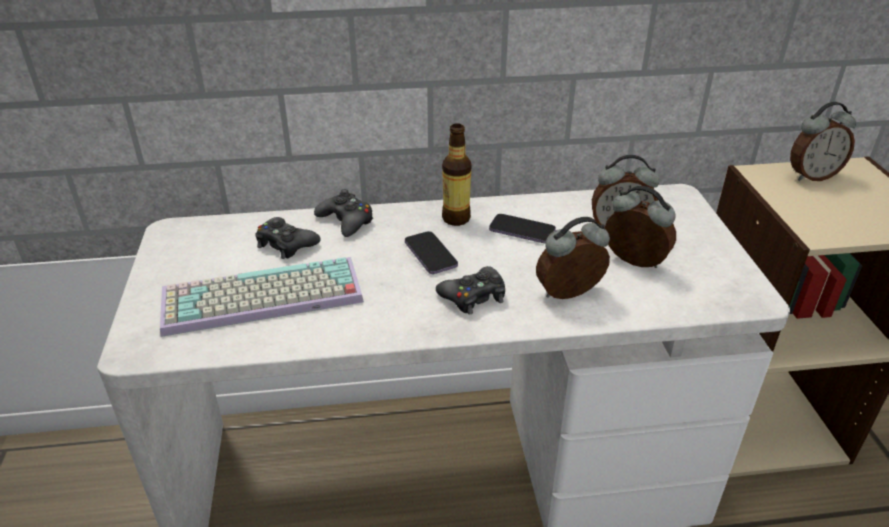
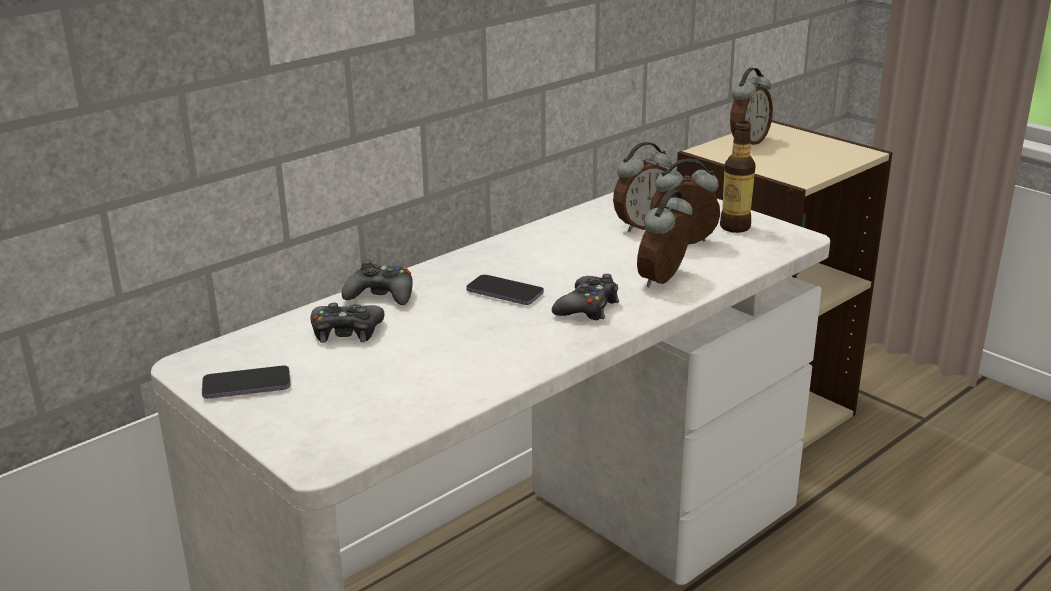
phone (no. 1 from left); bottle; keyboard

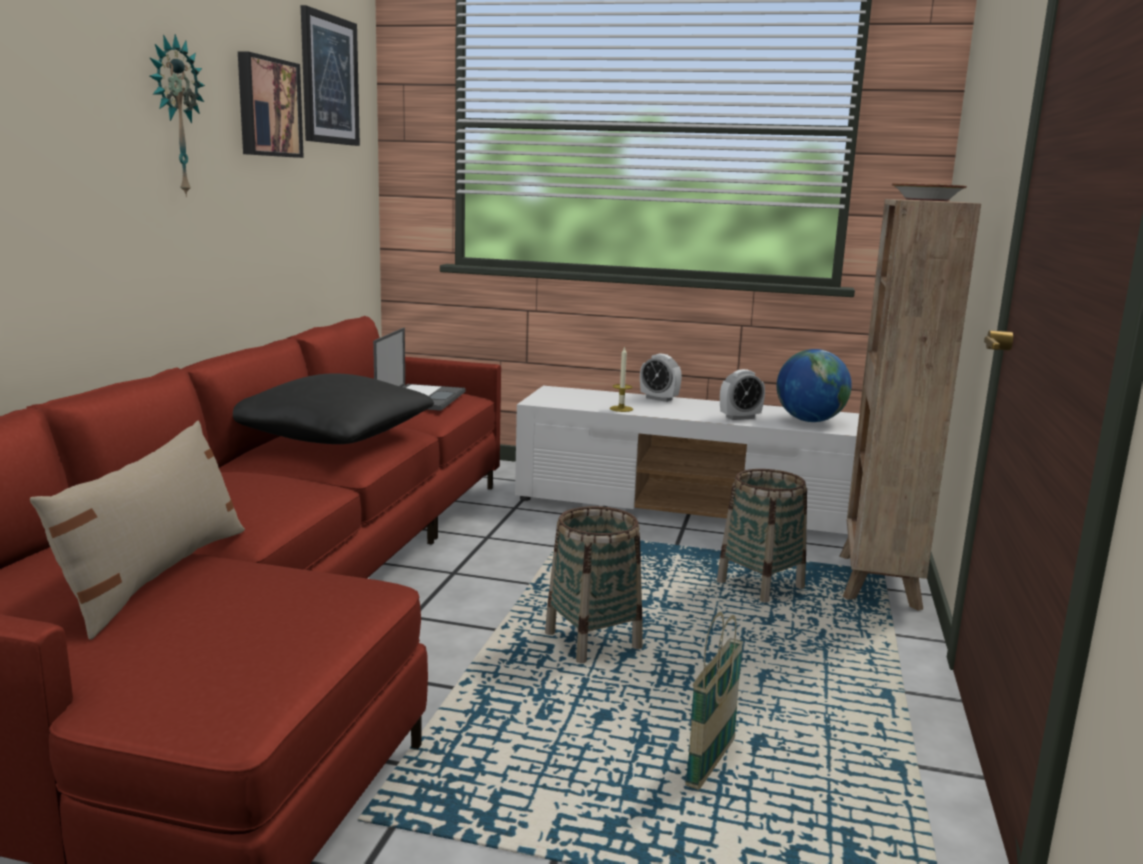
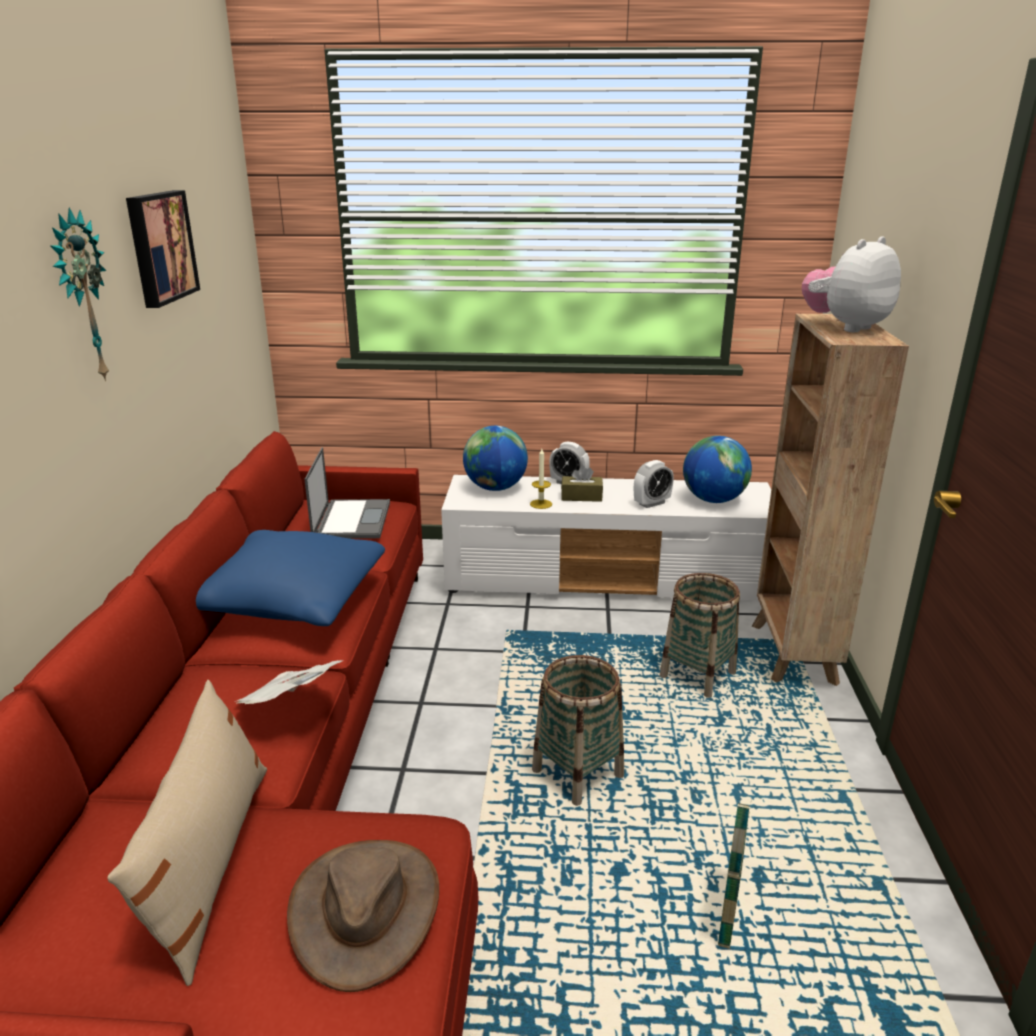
pillow (blue); newspaper; hat (brown); globe (no. 1 from left); tissue box (brown); plush toy; picture (no. 2 from left in the first image)

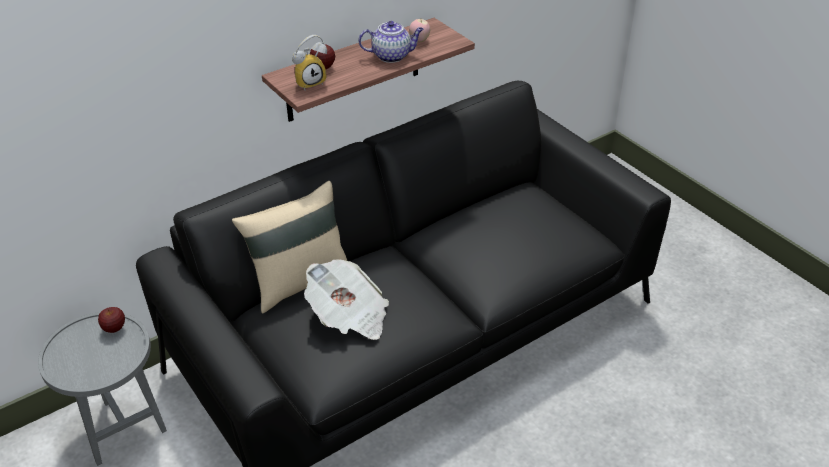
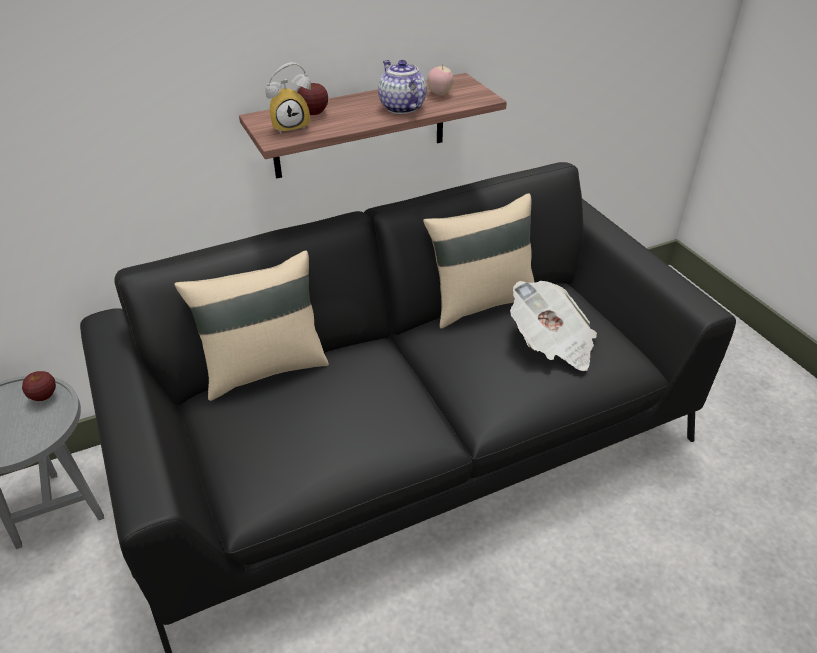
teapot; pillow (beige) (no. 2 from left); newspaper

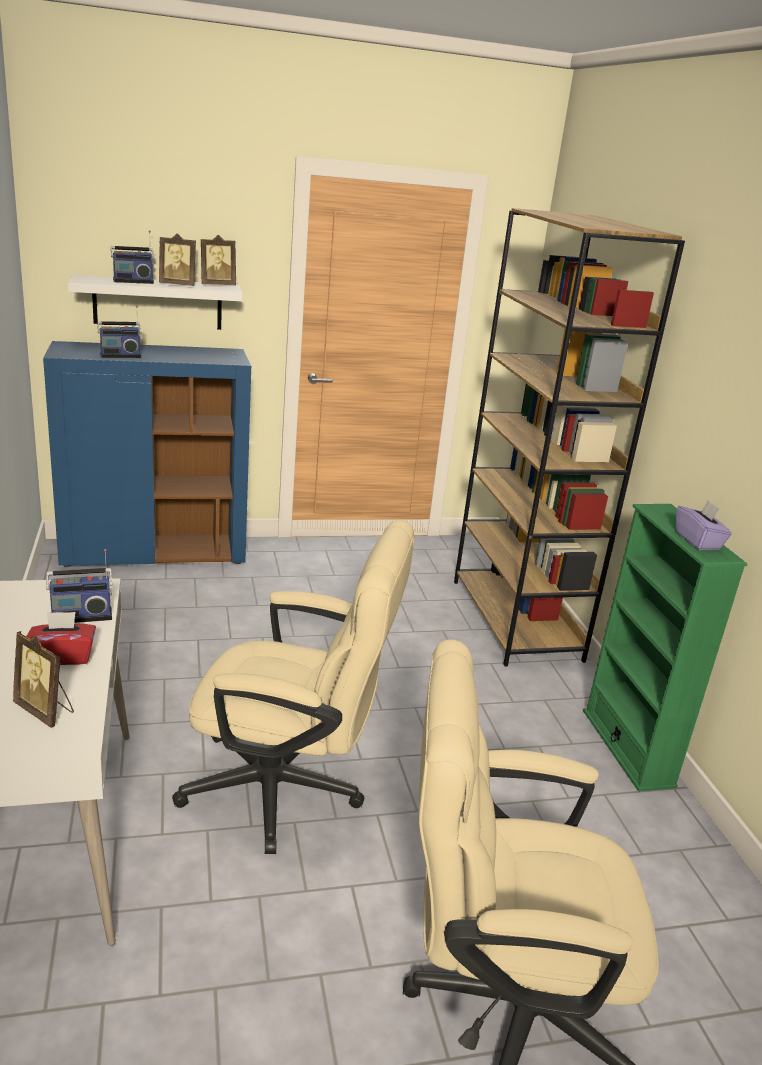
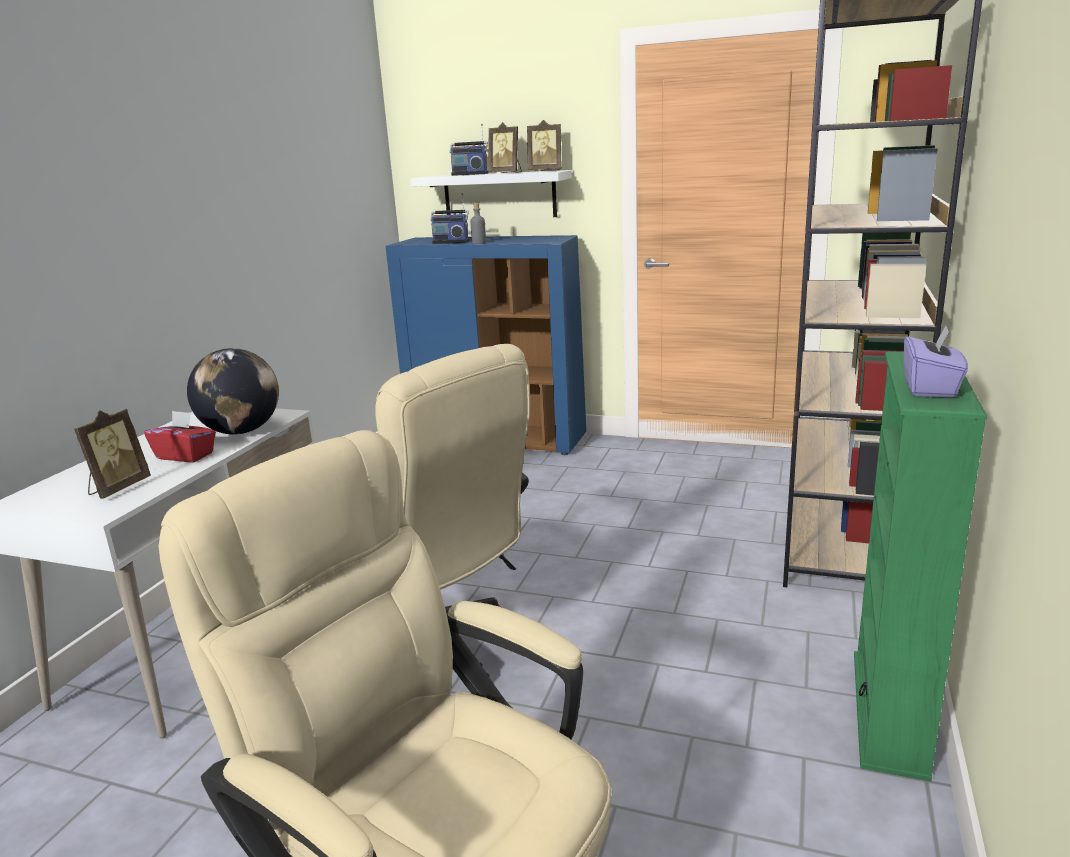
picture frame (no. 1 from left); globe; bottle (grey)

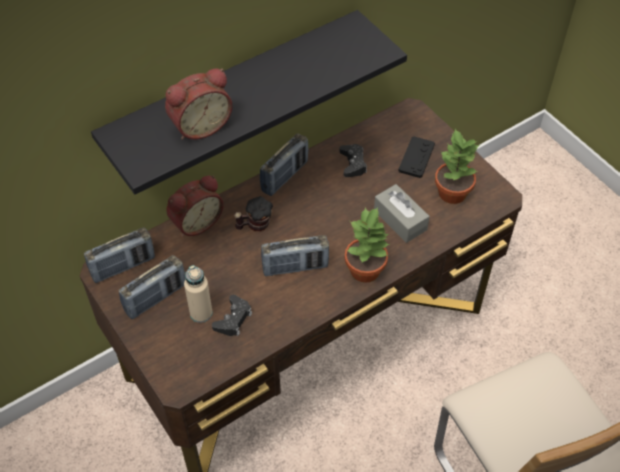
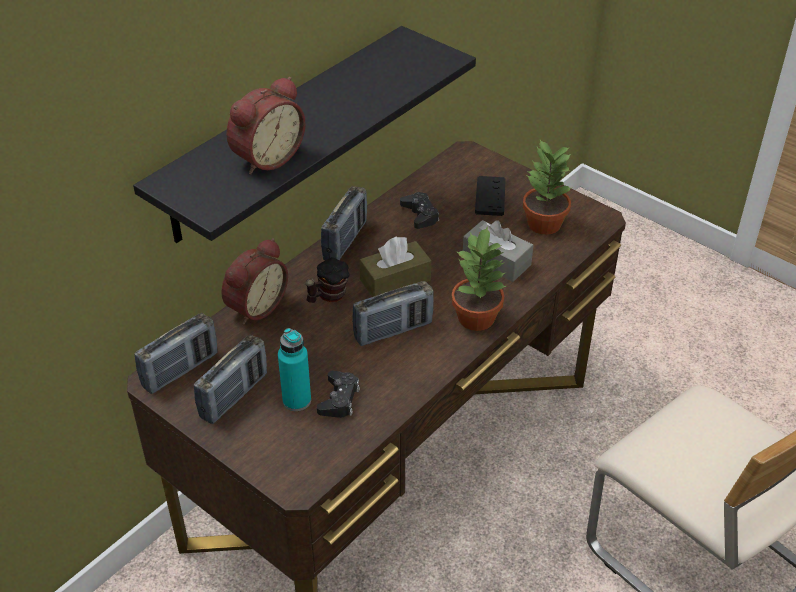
bottle (turquoise); tissue box (brown)

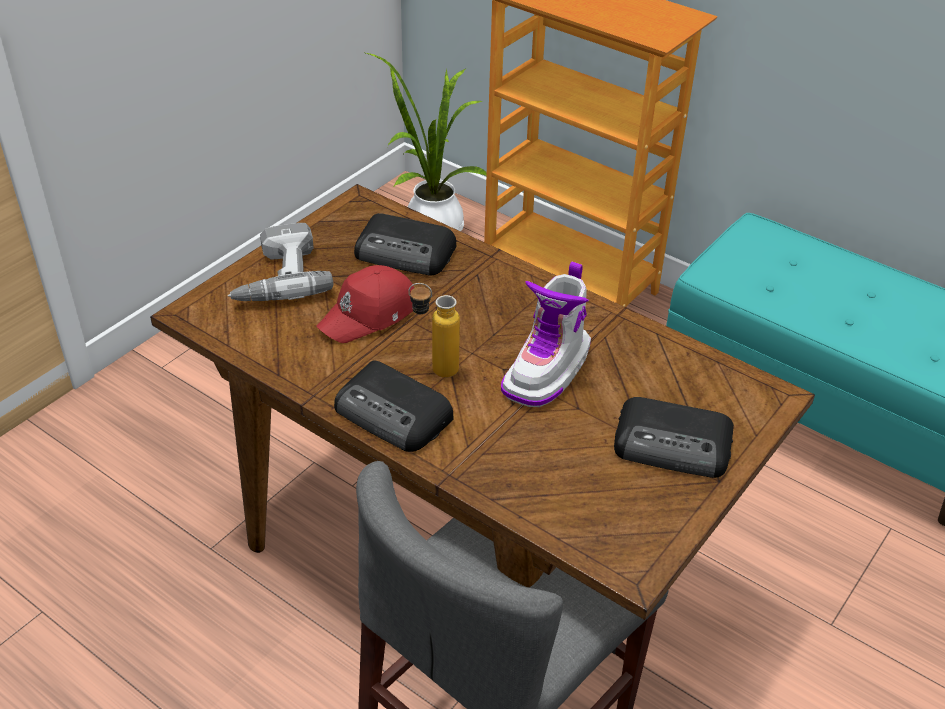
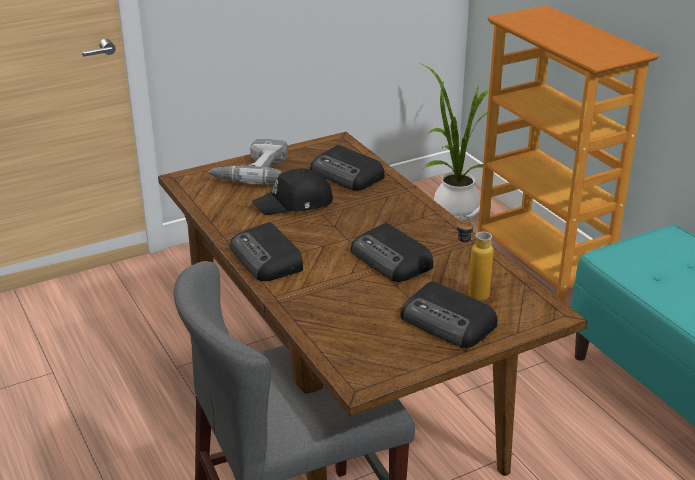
cap (black); radio (no. 3 from left); bottle

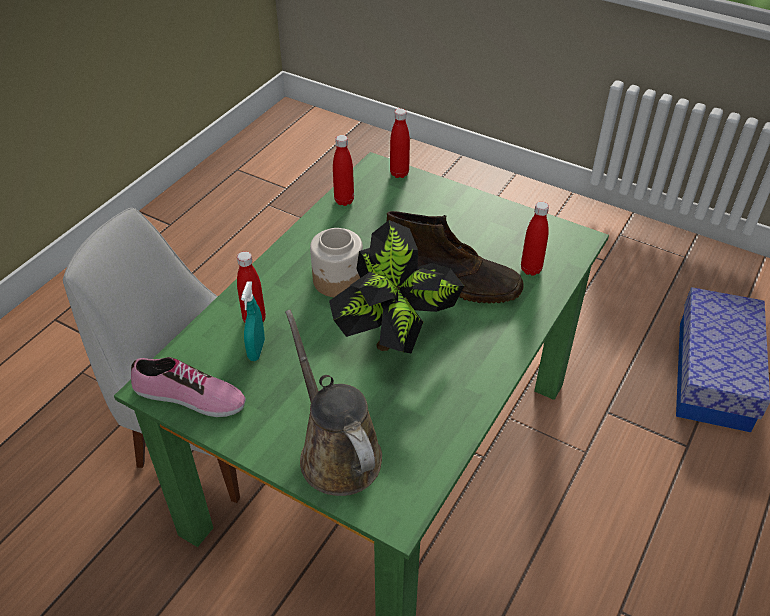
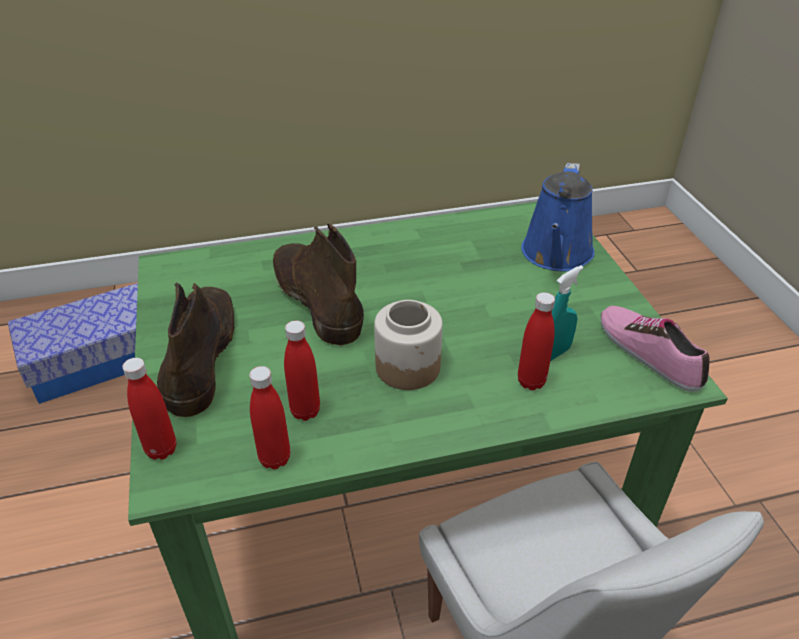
boot (brown) (no. 1 from left); bottle (red) (no. 3 from left); watering can (blue); potted plant

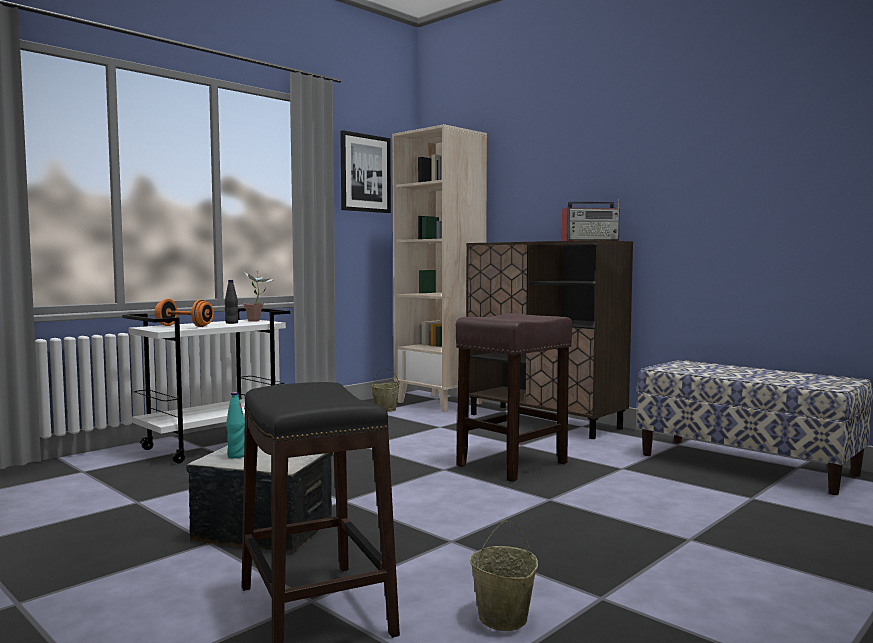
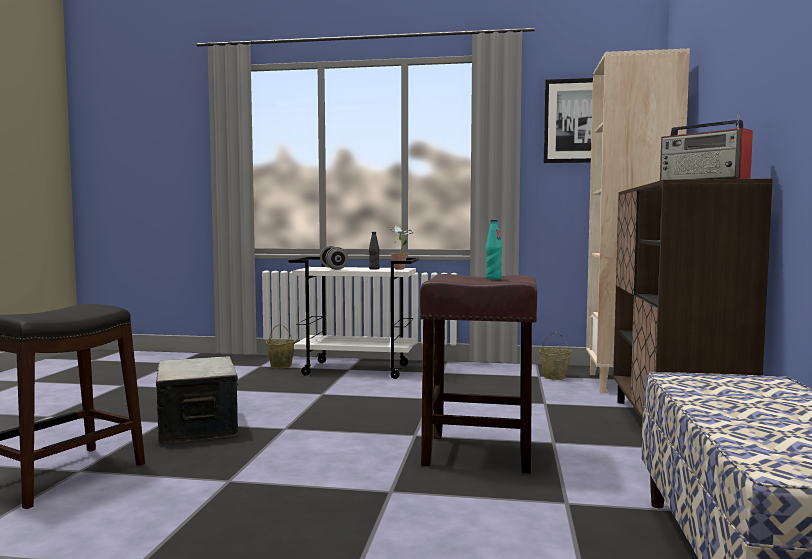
bucket (beige) (no. 1 from left); dumbbell (grey); bottle (turquoise)

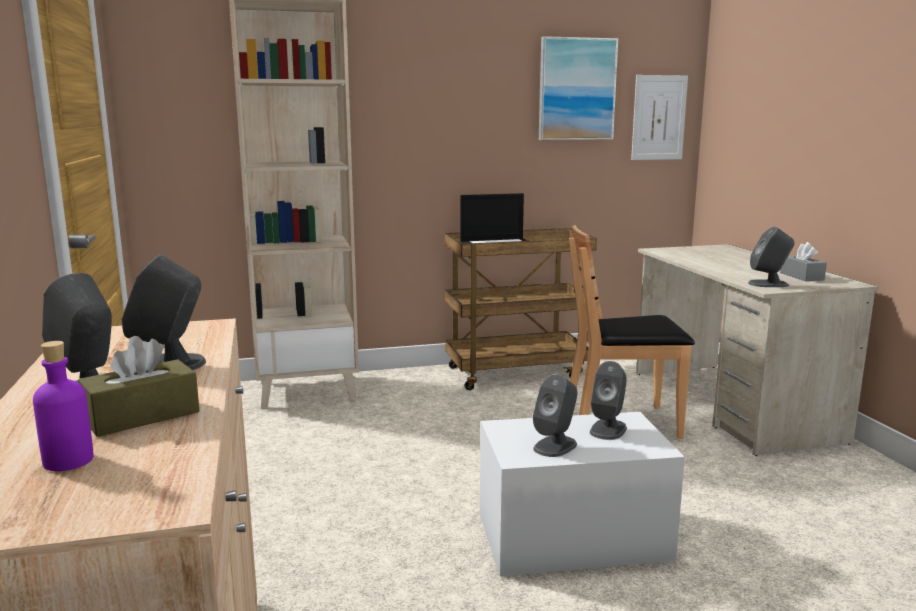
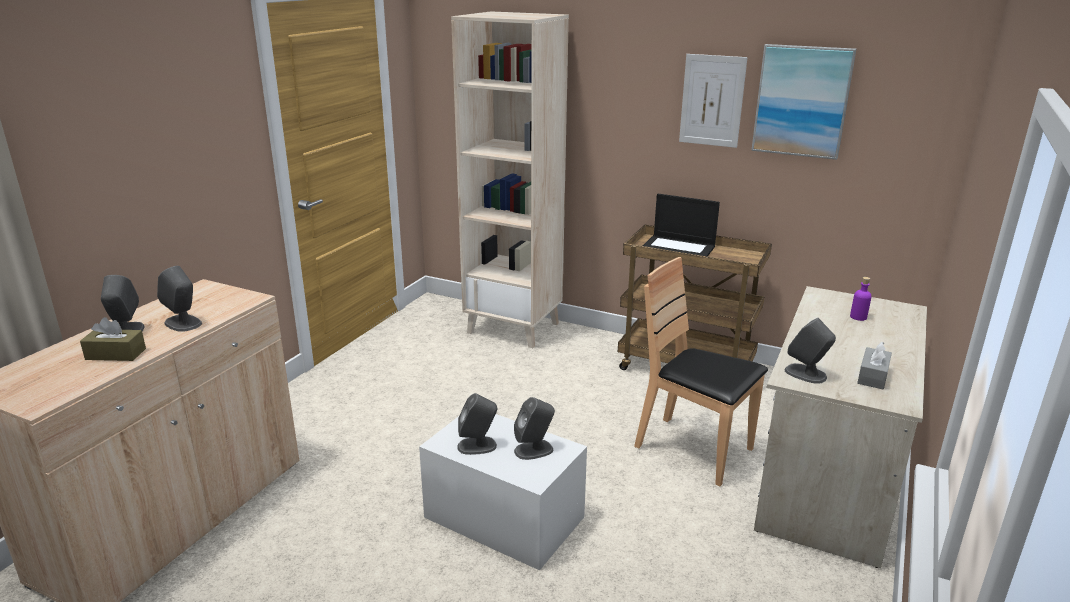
picture (no. 1 from left); bottle (purple)

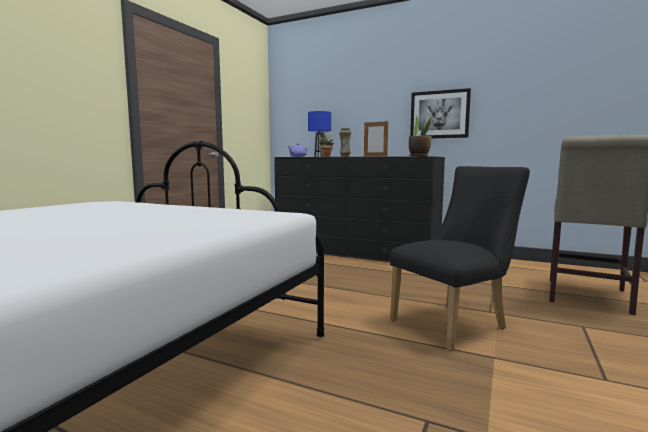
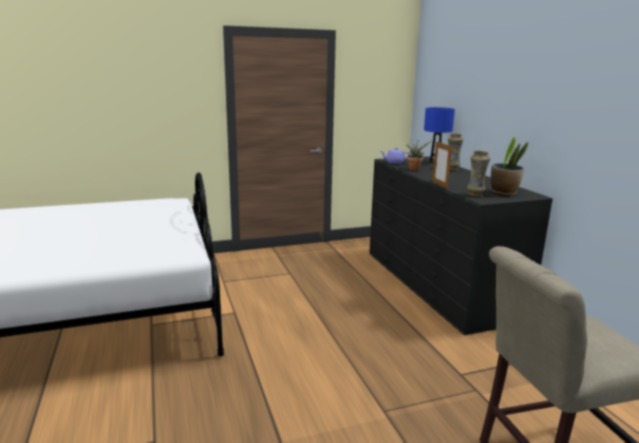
vase (no. 2 from left); chair (black); picture

